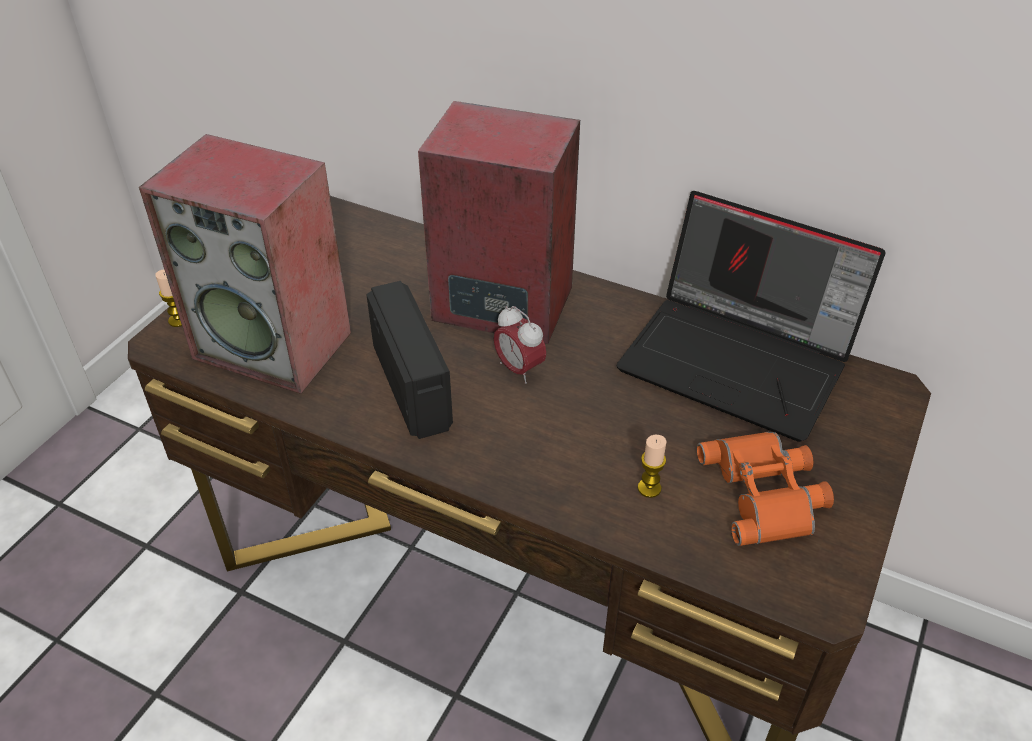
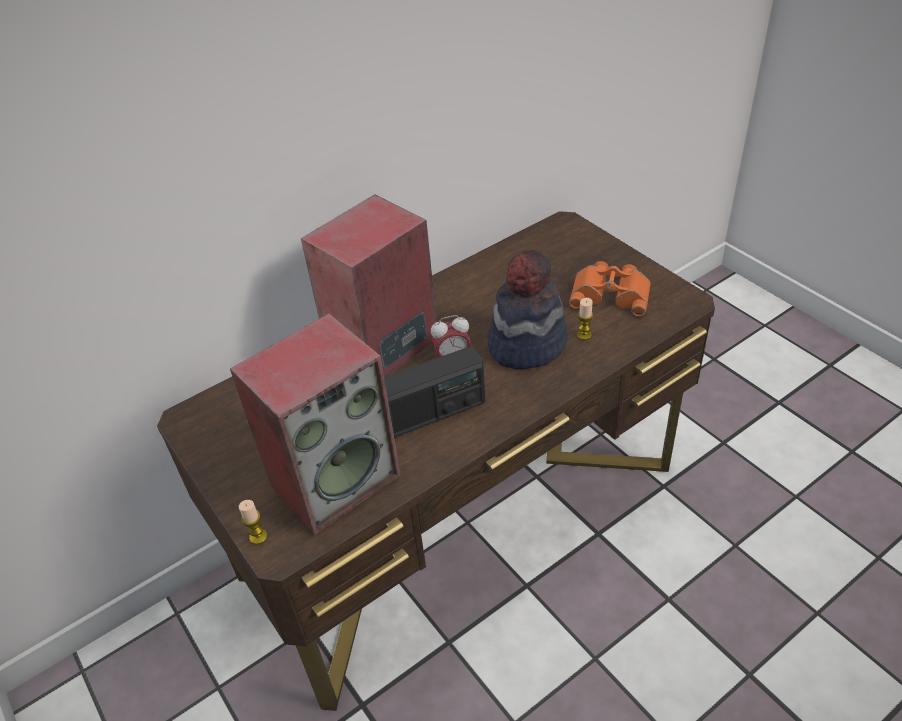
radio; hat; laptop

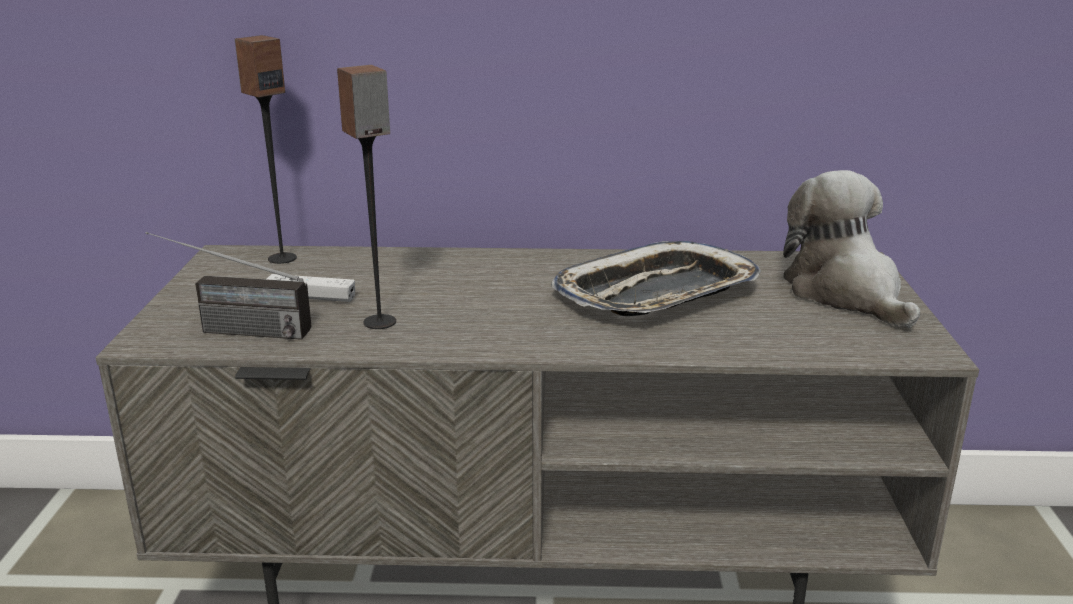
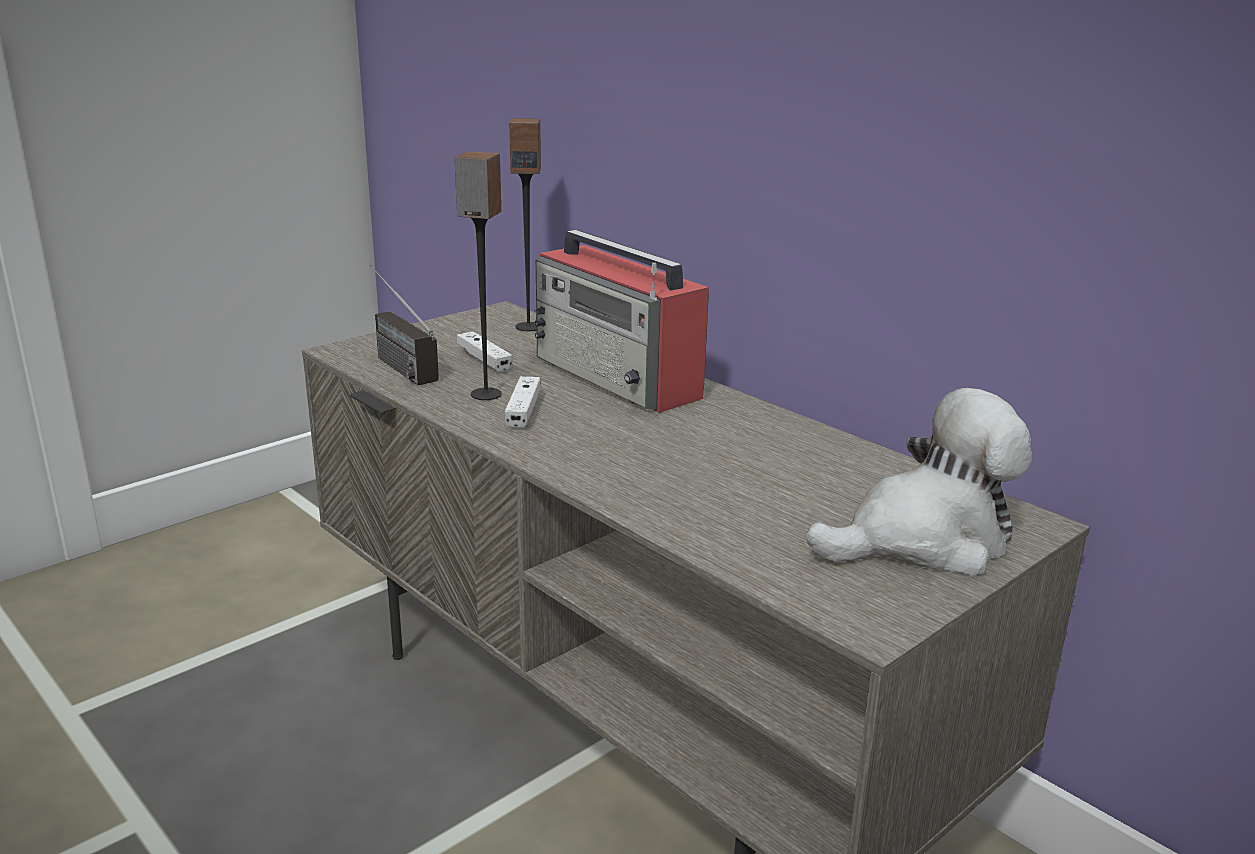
game controller (white) (no. 2 from left); radio (no. 2 from left); plush toy; tray

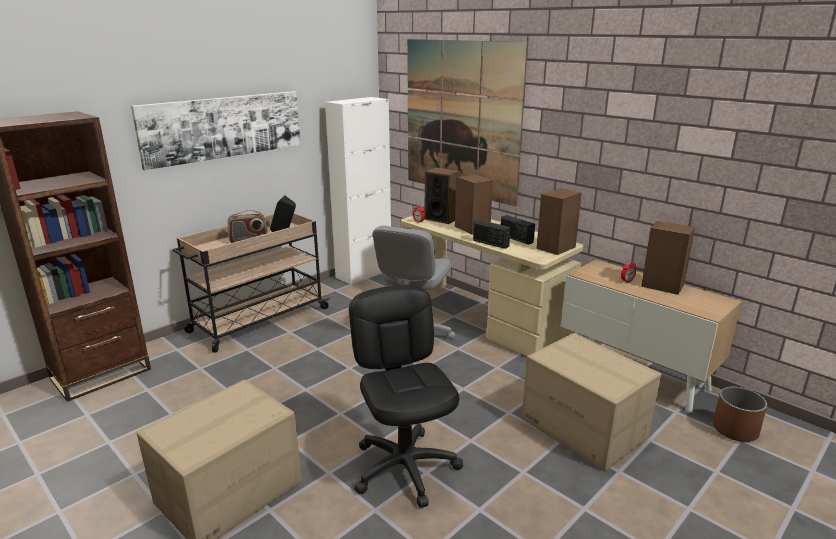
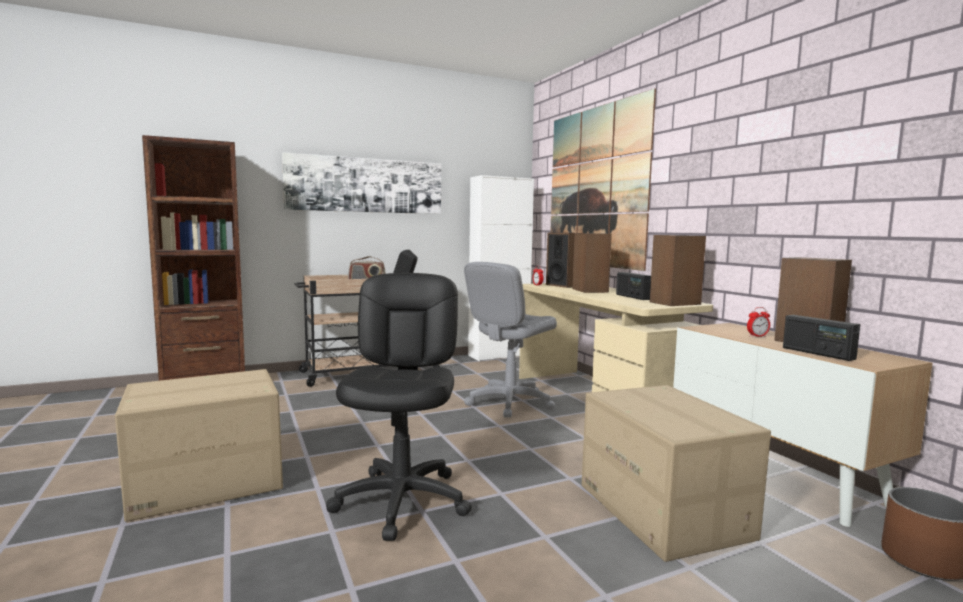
radio (no. 3 from left)

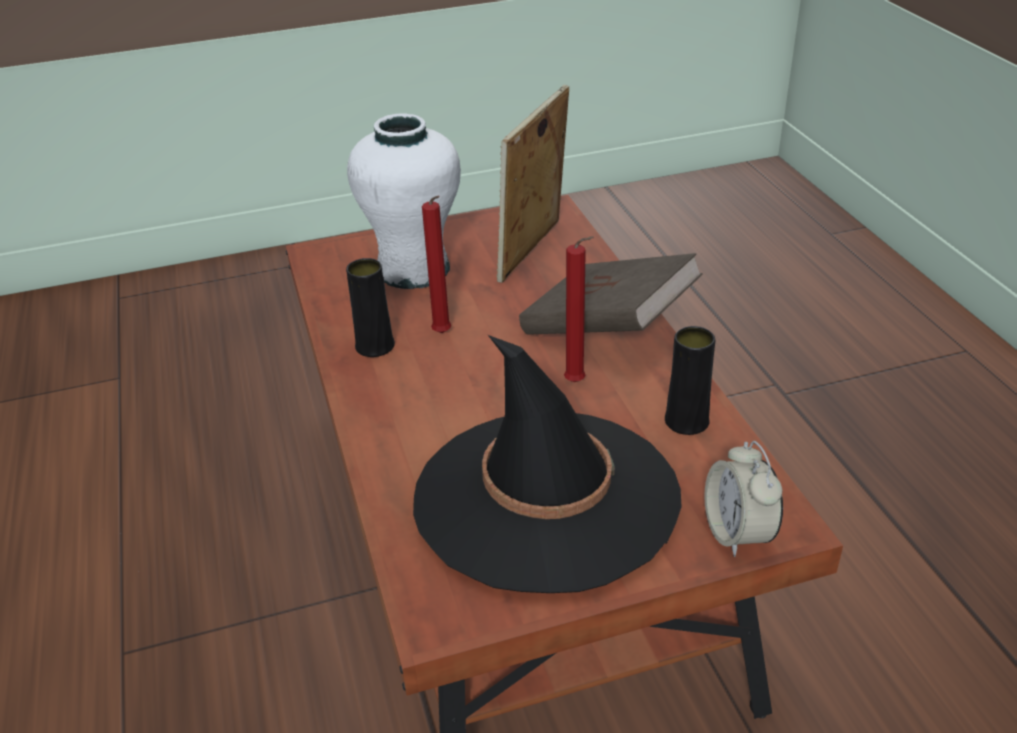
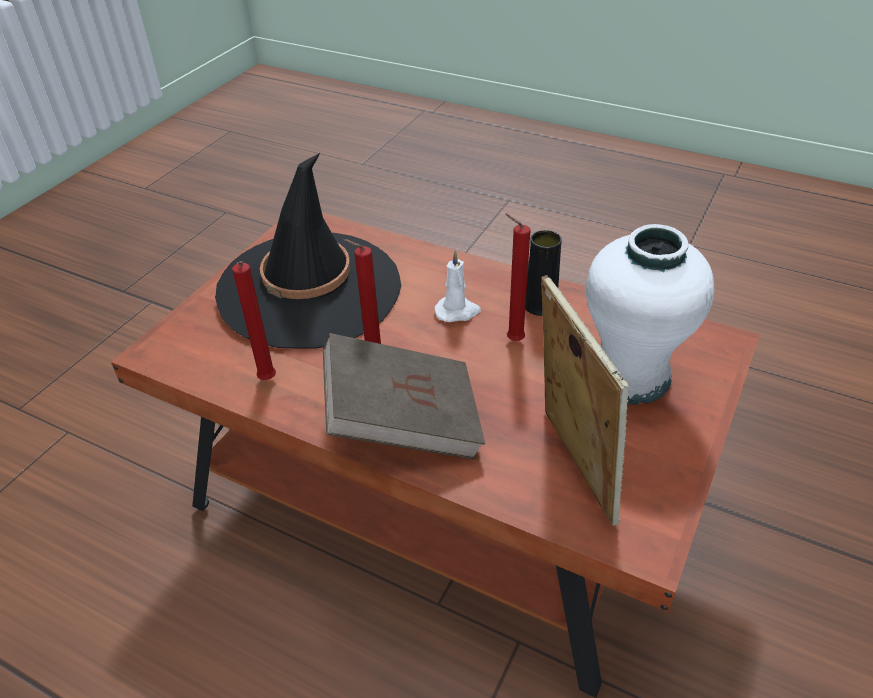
candle (red) (no. 1 from left); candle (white); alarm clock

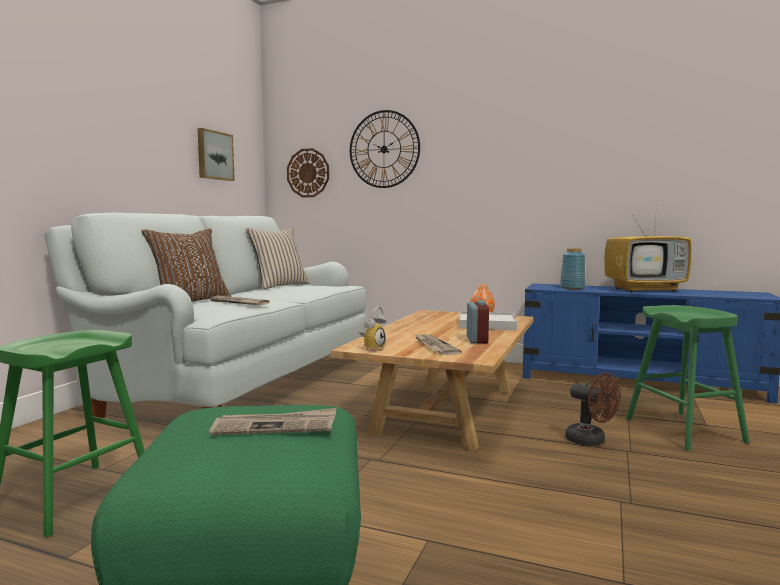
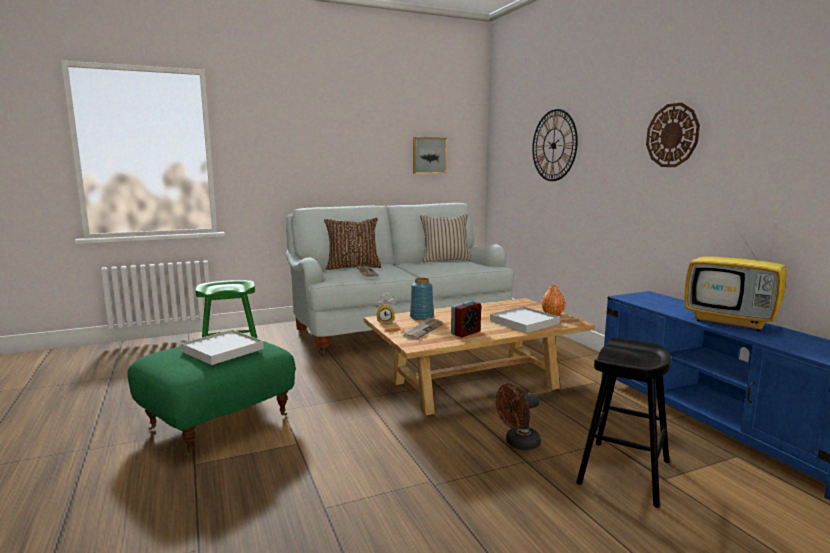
tray (white) (no. 1 from left); vase (blue); fan (brown); stool (black); wall clock (no. 2 from left)

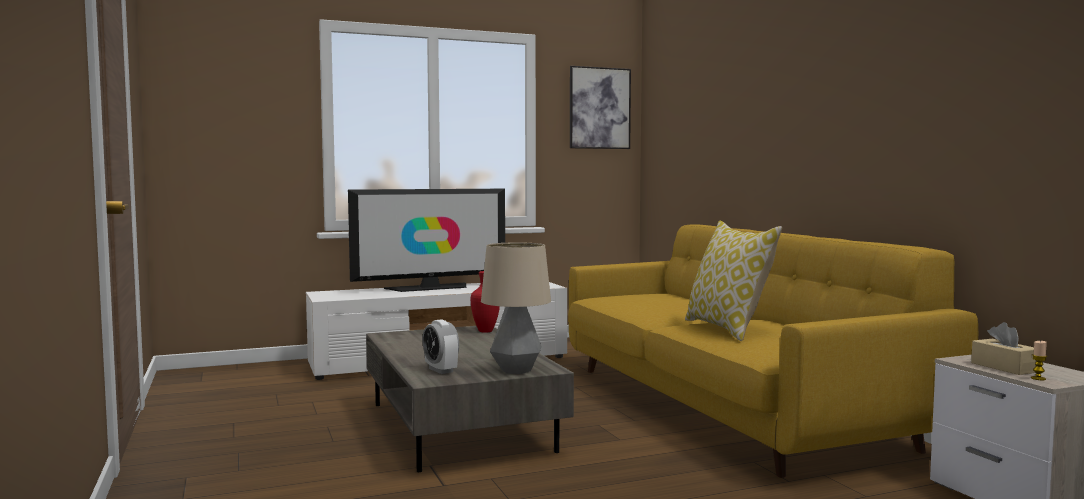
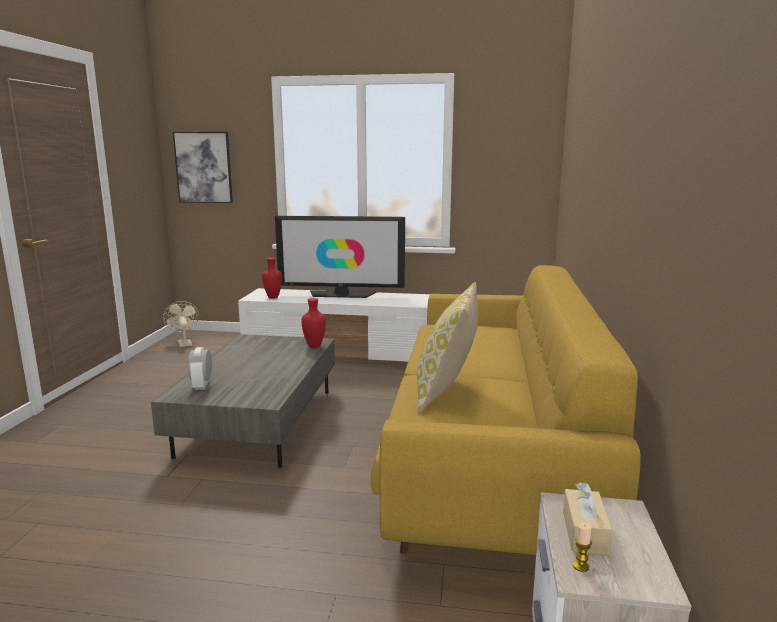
fan (beige); picture; vase (red) (no. 1 from left); table lamp

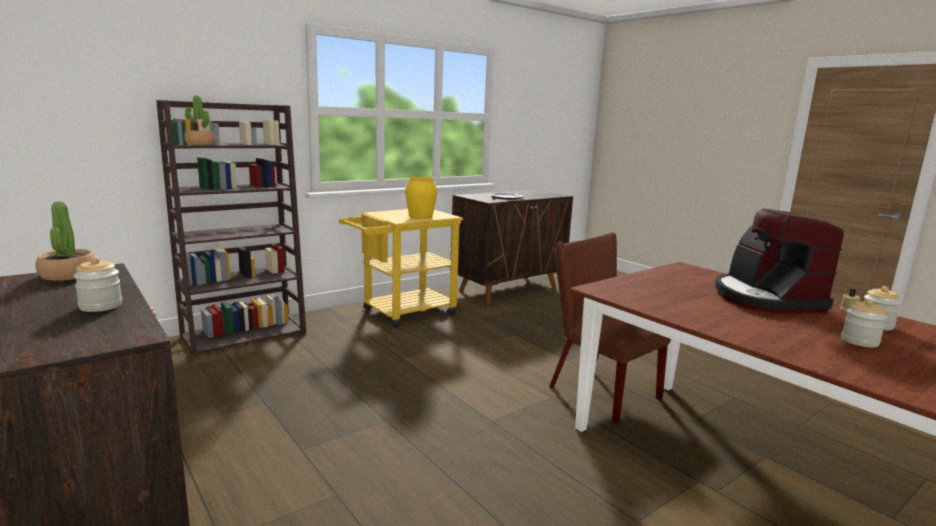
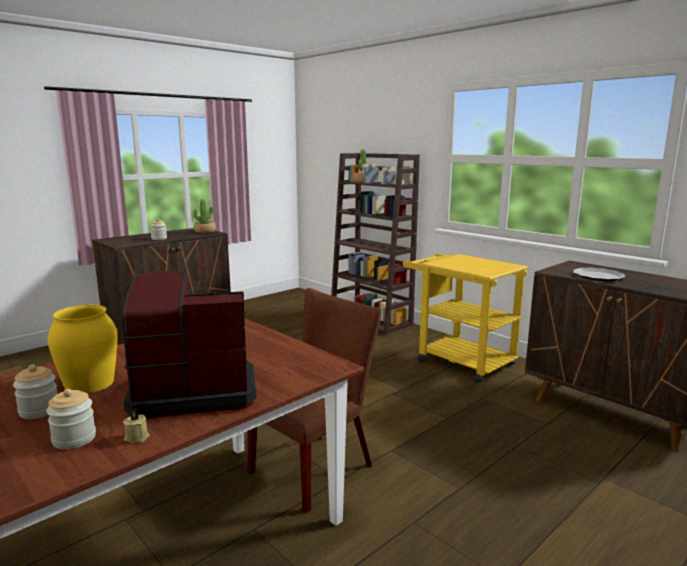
vase (yellow)

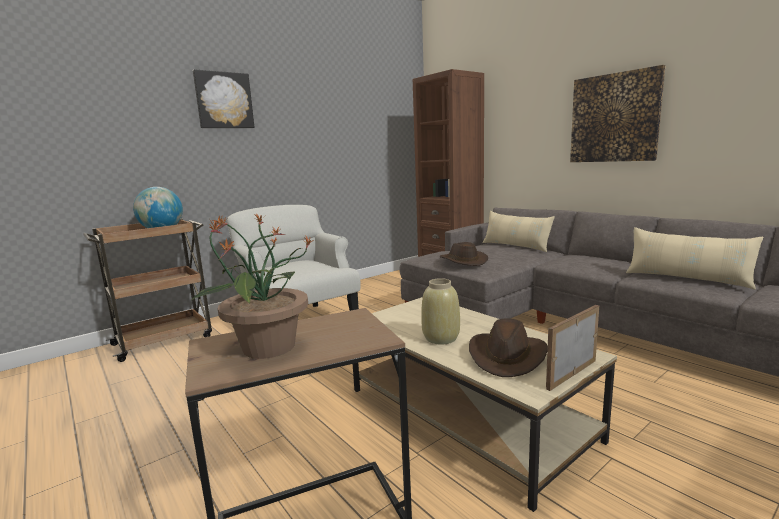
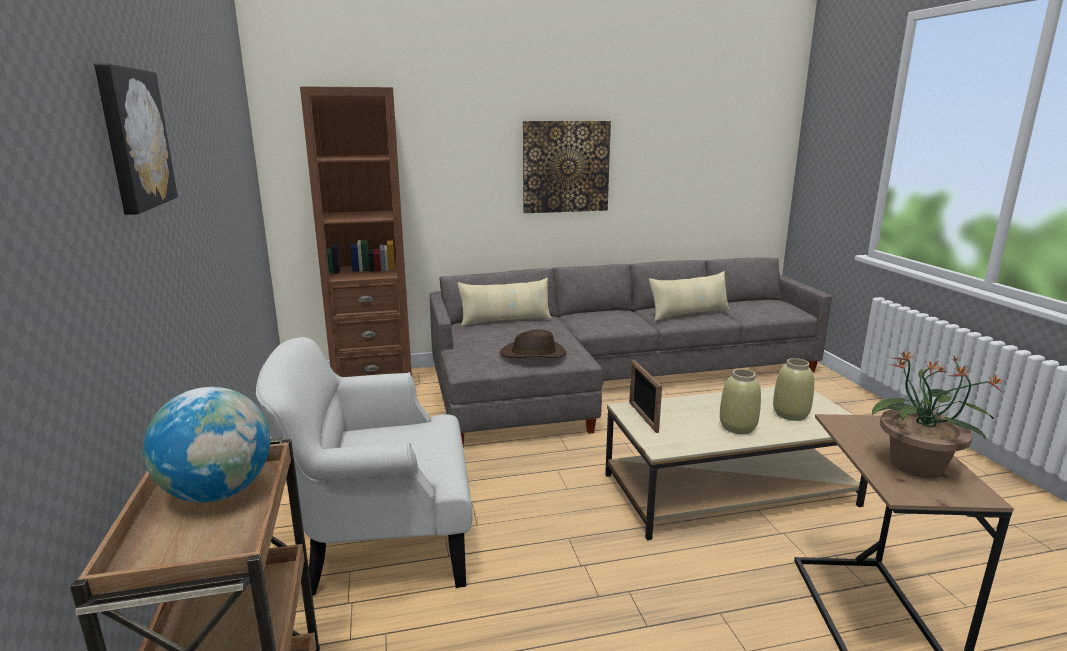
picture frame; vase (beige) (no. 2 from left)

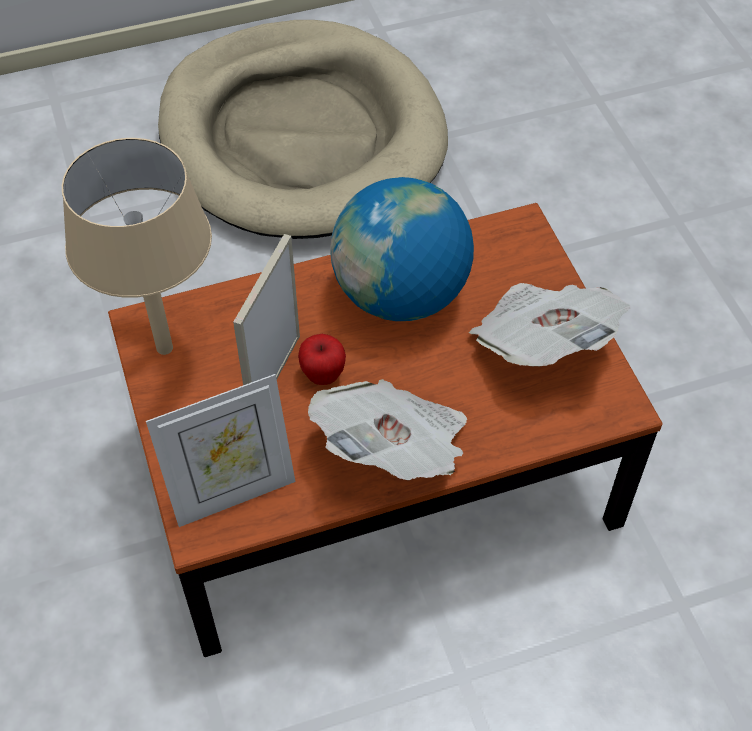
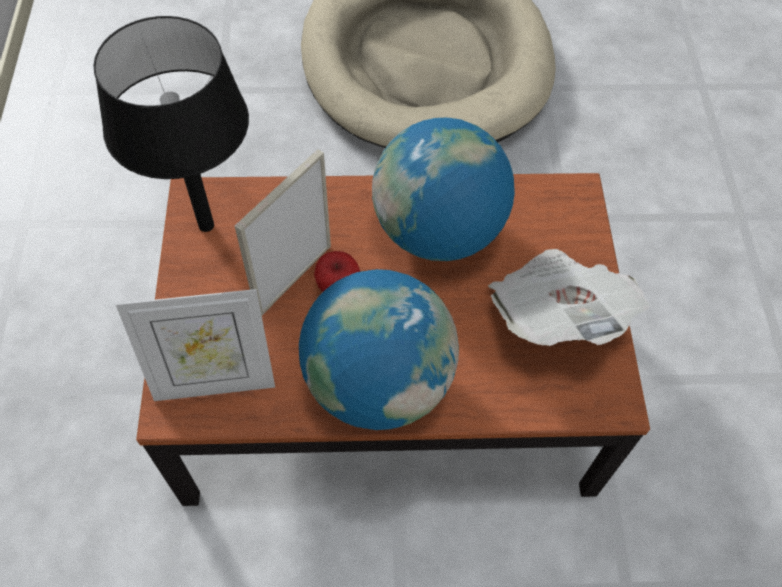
table lamp (black); globe (no. 1 from left)

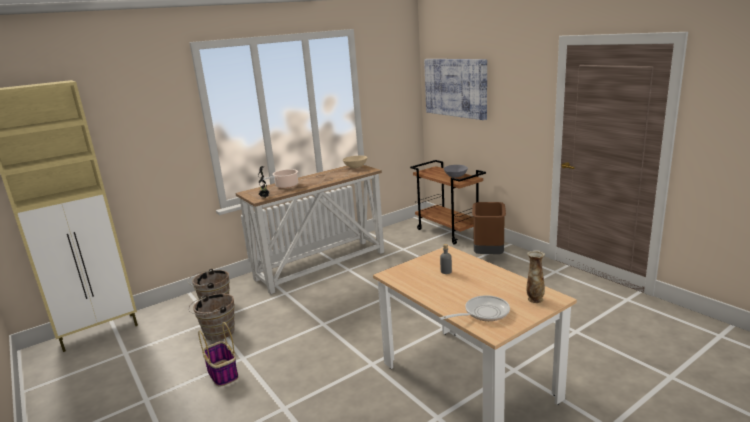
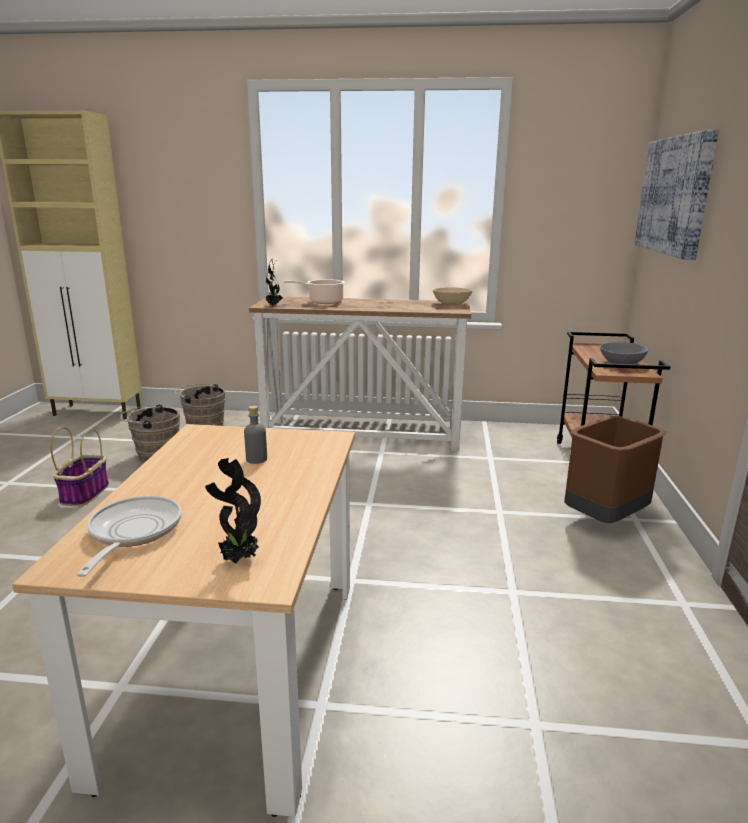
frying pan; potted plant (no. 1 from left)

